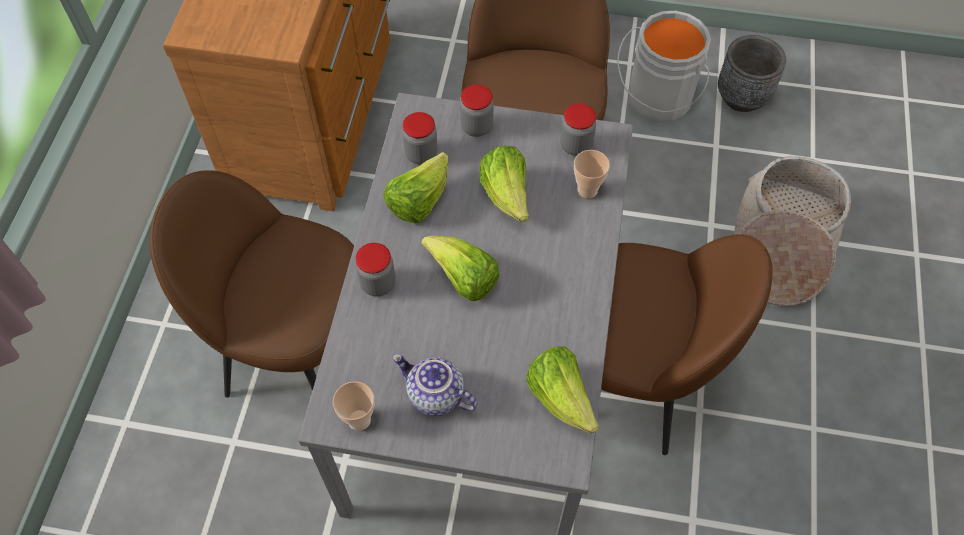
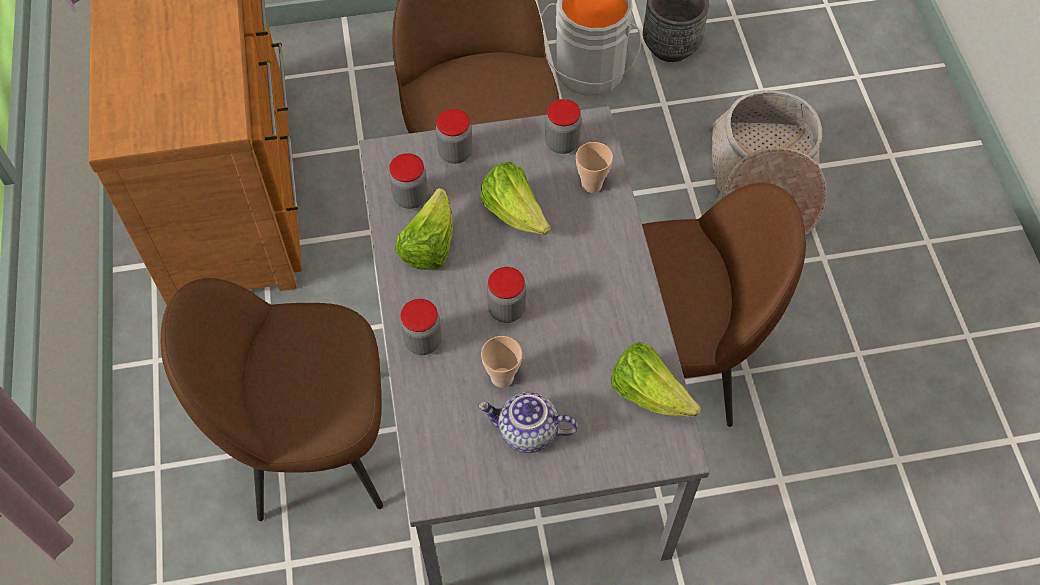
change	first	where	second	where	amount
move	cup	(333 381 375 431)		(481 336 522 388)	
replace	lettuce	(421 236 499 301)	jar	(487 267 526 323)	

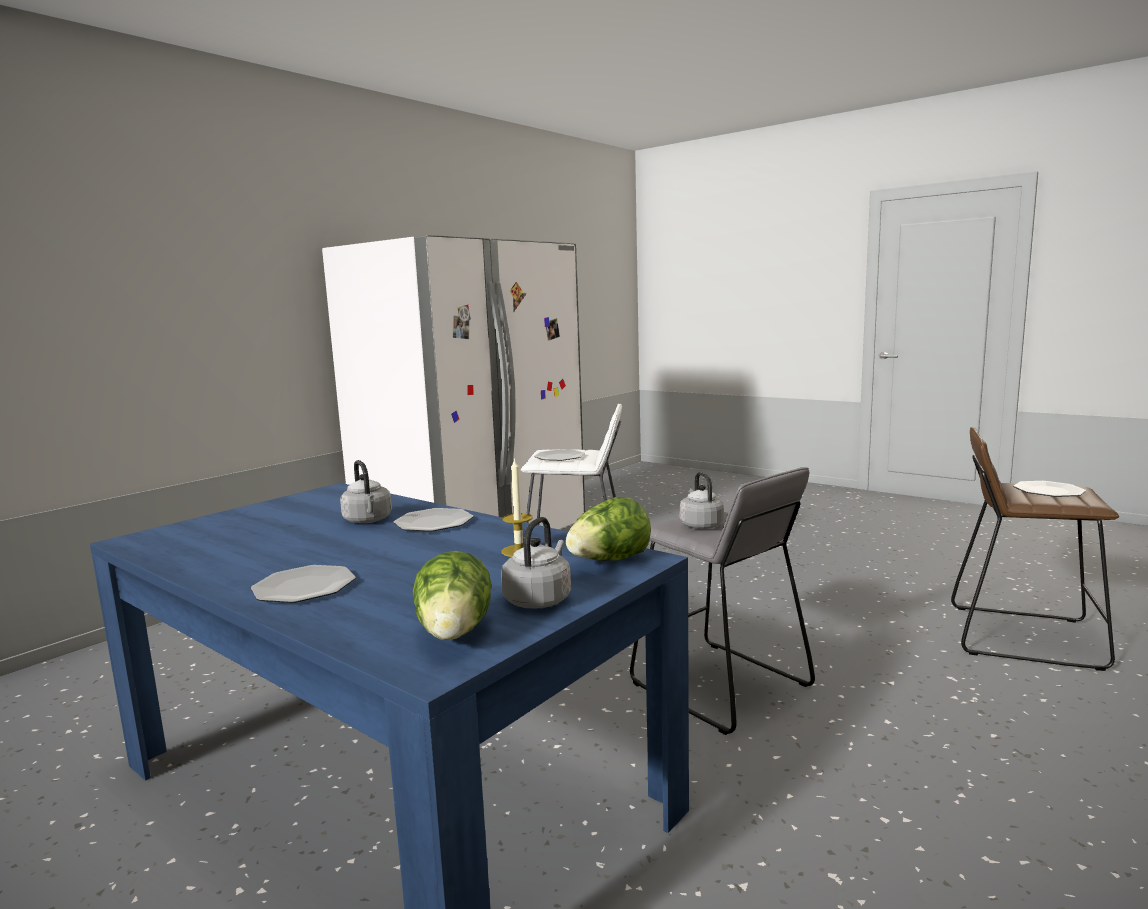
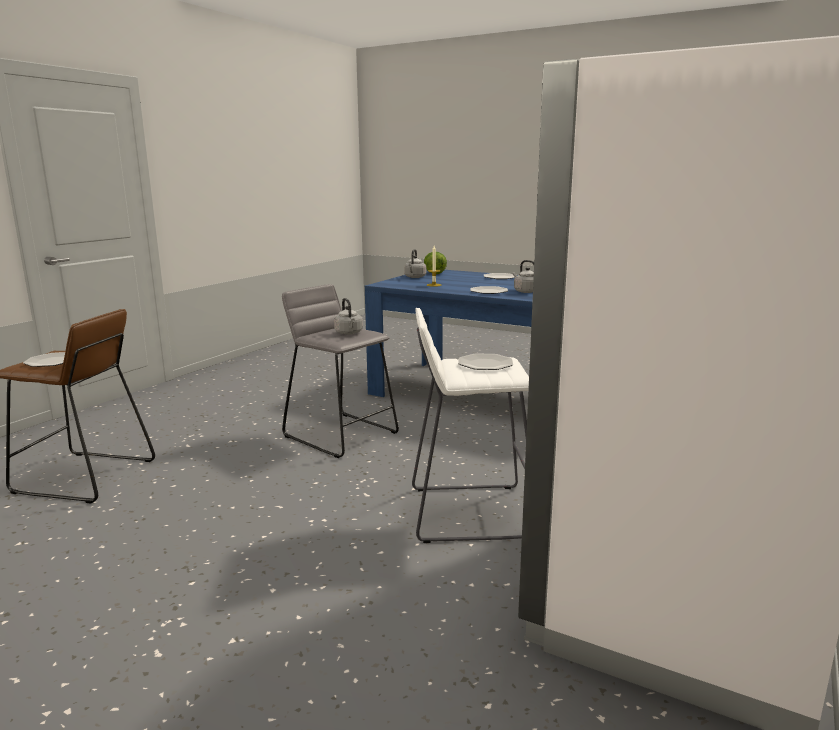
change	first	where	second	where	amount
delete	lettuce	(566 497 651 561)			

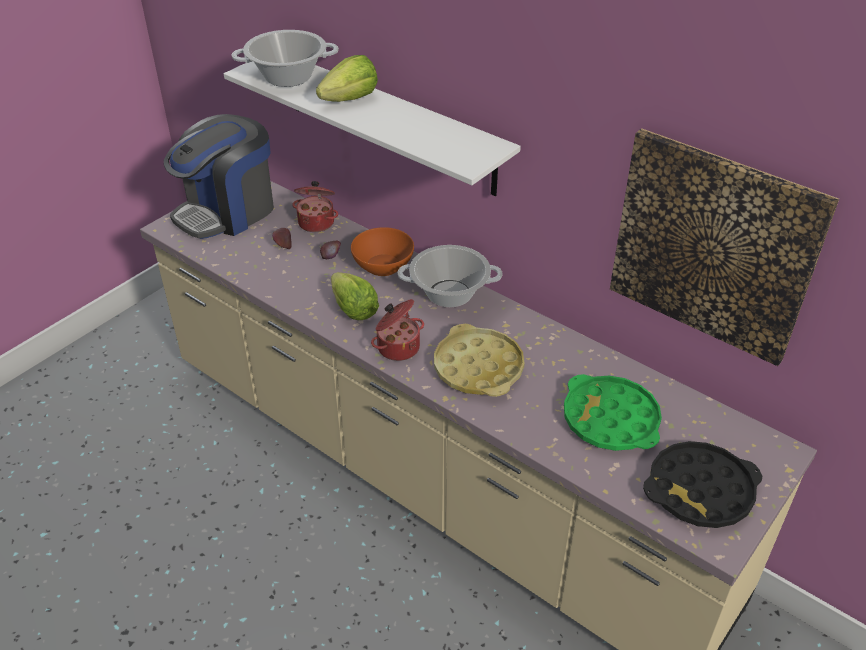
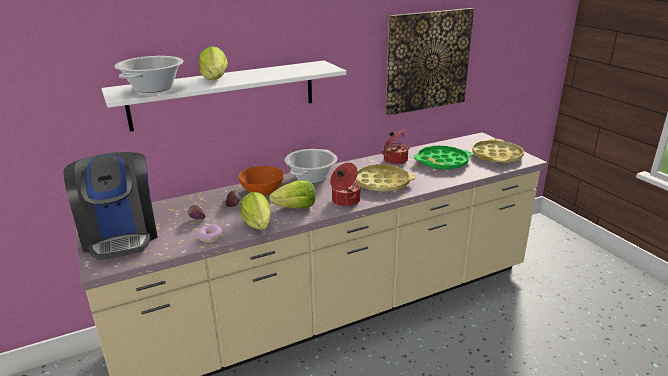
change	first	where	second	where	amount
insert			donut	(197 224 223 243)	
insert			lettuce	(241 192 270 230)	
move	cooking pot	(292 181 338 232)		(381 130 410 165)	
recolor	tray (black)	(643 441 762 528)	tray (yellow)	(472 139 524 164)	

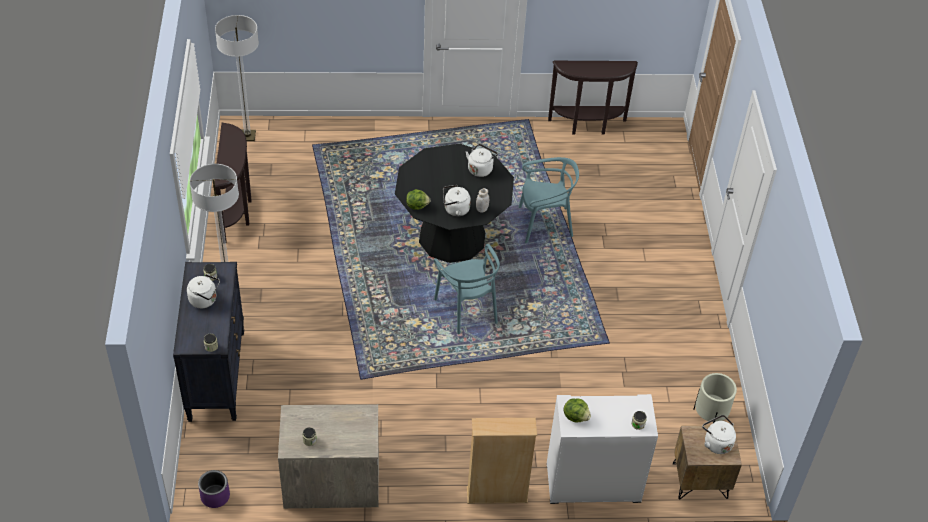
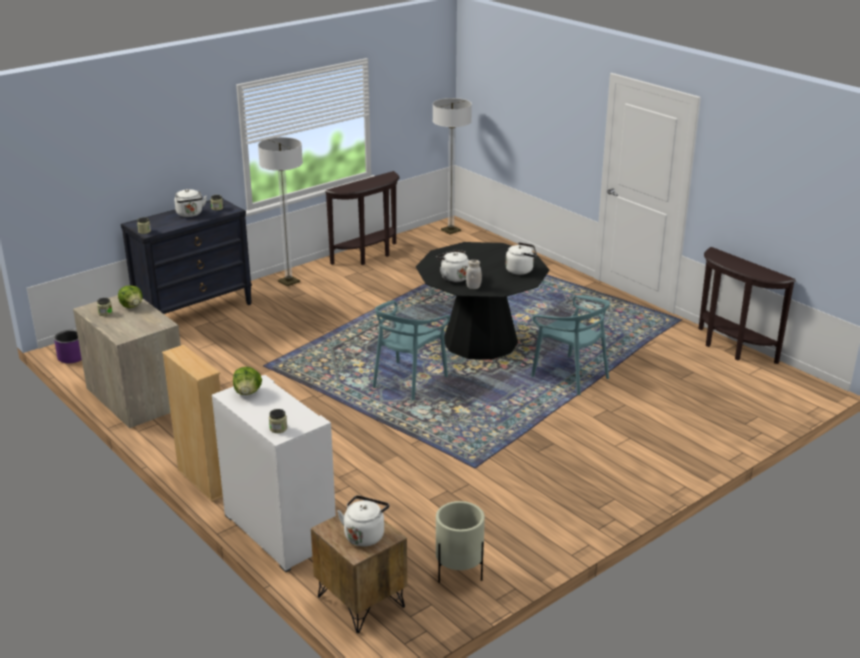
change	first	where	second	where	amount
move	lettuce	(406 189 431 210)		(118 285 143 308)	

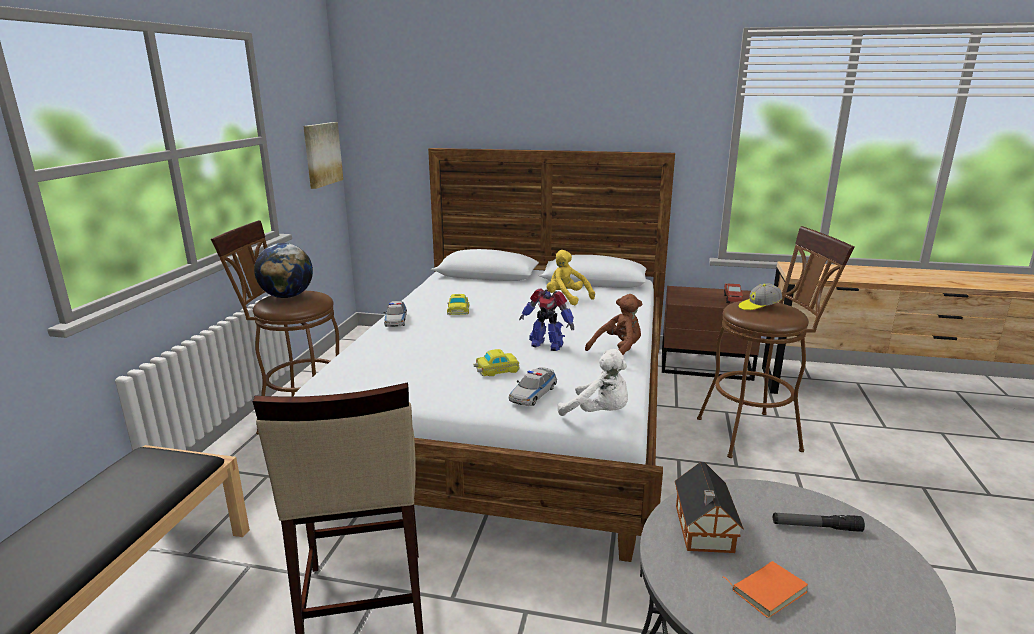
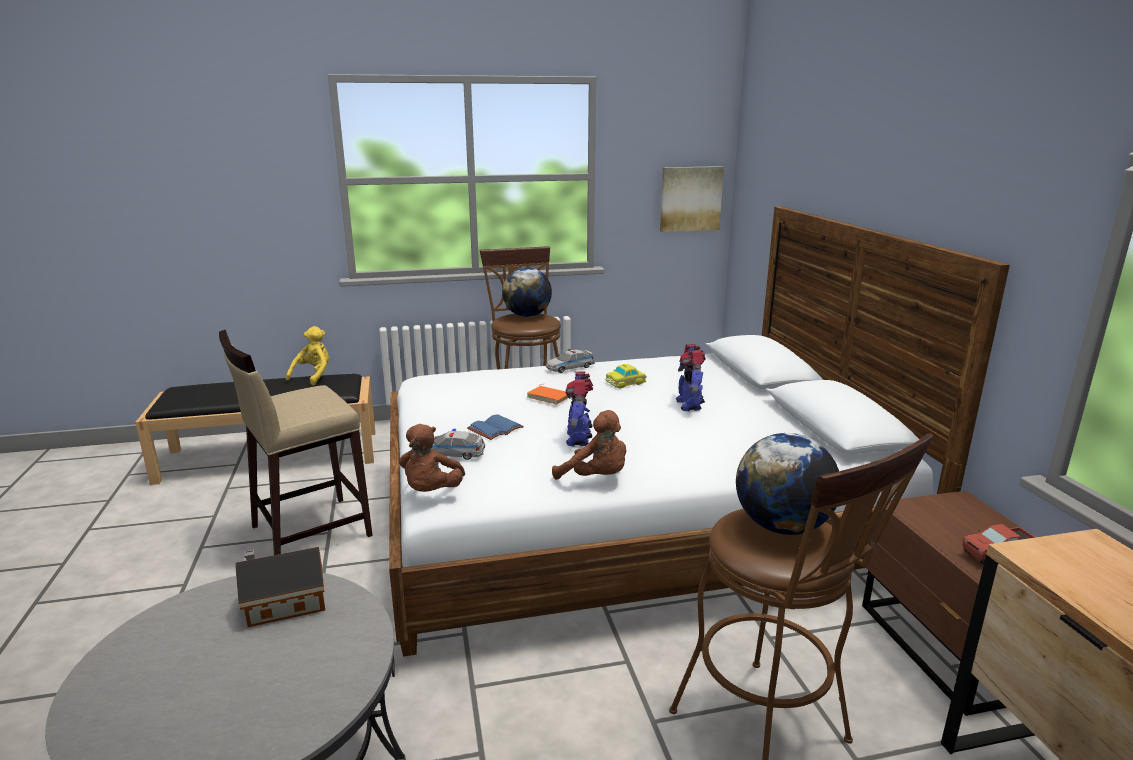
change	first	where	second	where	amount
move	plush toy (yellow)	(547 250 595 305)		(286 326 329 385)	
recolor	plush toy (white)	(558 349 628 416)	plush toy (brown)	(399 424 465 492)	
replace	toy car	(473 349 520 376)	book (blue)	(467 414 524 440)	
move	book (orange)	(723 561 808 618)		(527 384 568 405)	
insert			toy robot	(676 344 706 411)	
replace	cap	(739 283 782 310)	globe	(736 433 839 535)	
delete	flashlight	(773 513 865 532)			

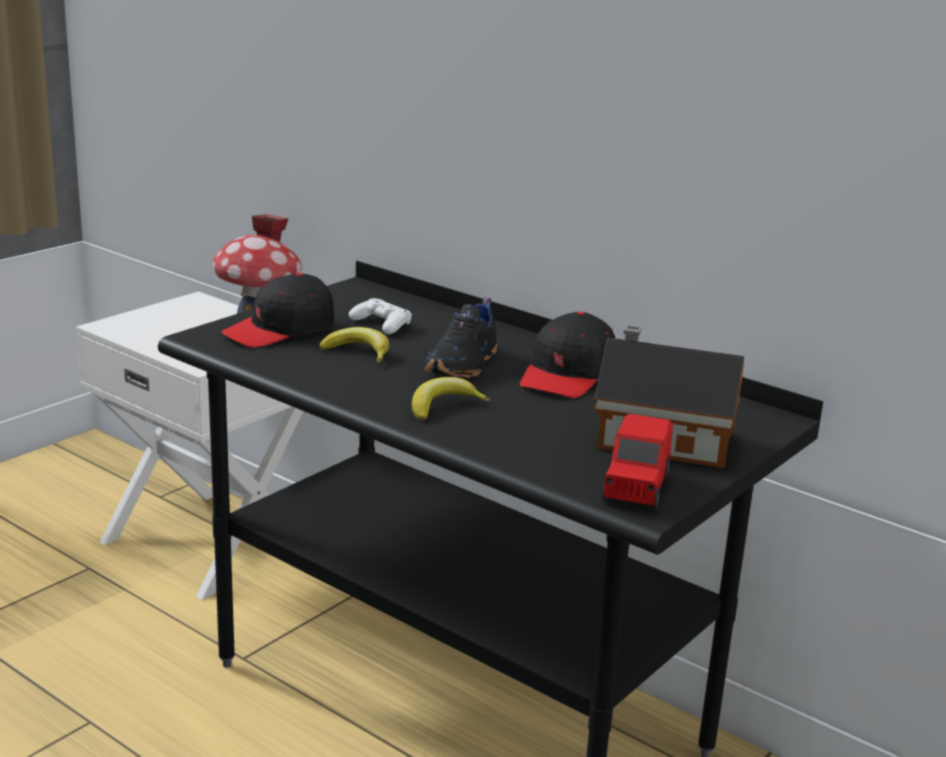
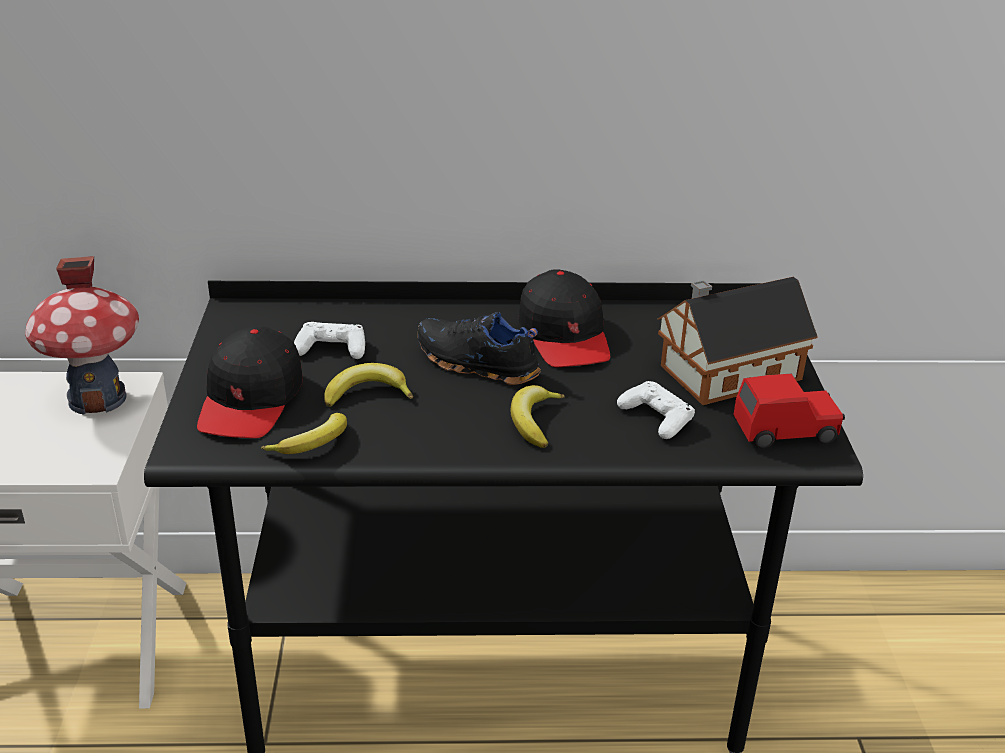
change	first	where	second	where	amount
insert			banana	(261 413 347 454)	
rotate	shoe (black)	(425 297 497 378)		(418 312 541 385)	135 degrees clockwise
insert			game controller (white)	(617 381 695 439)	
rotate	toy car (red)	(602 414 673 509)		(733 374 845 449)	75 degrees counterclockwise

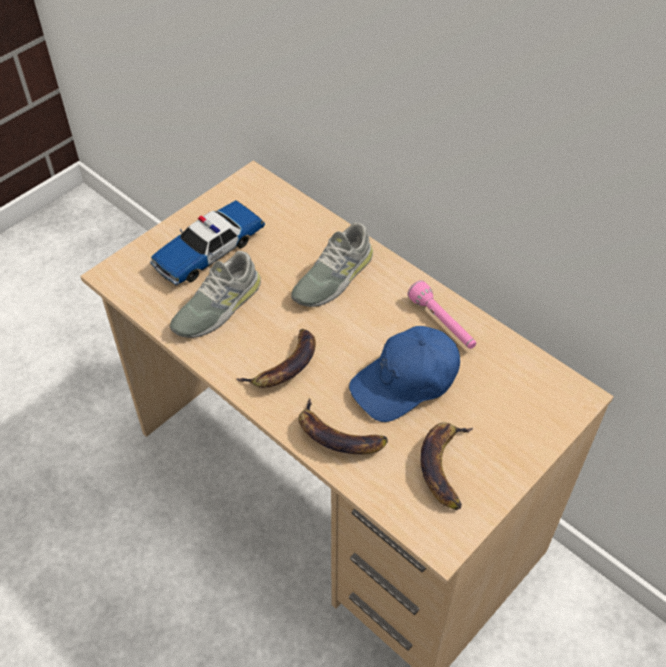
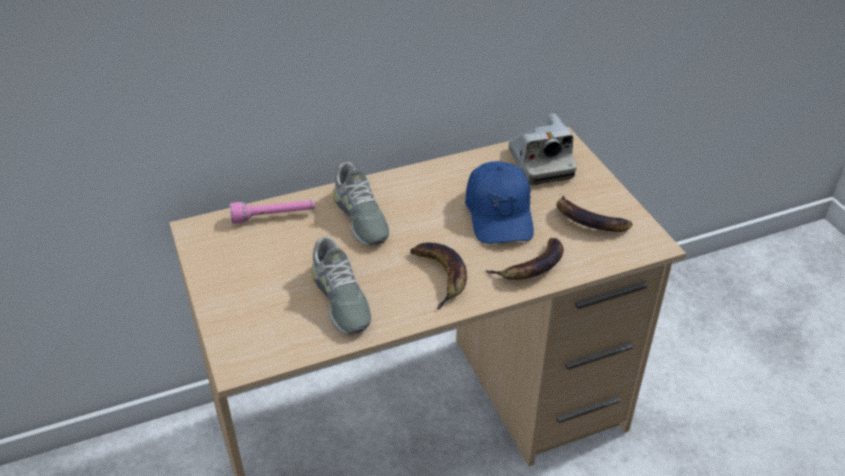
change	first	where	second	where	amount
move	flashlight (pink)	(407 280 476 349)		(230 200 315 224)	
insert			photo camera	(509 113 577 185)	
delete	toy car	(150 200 265 286)			

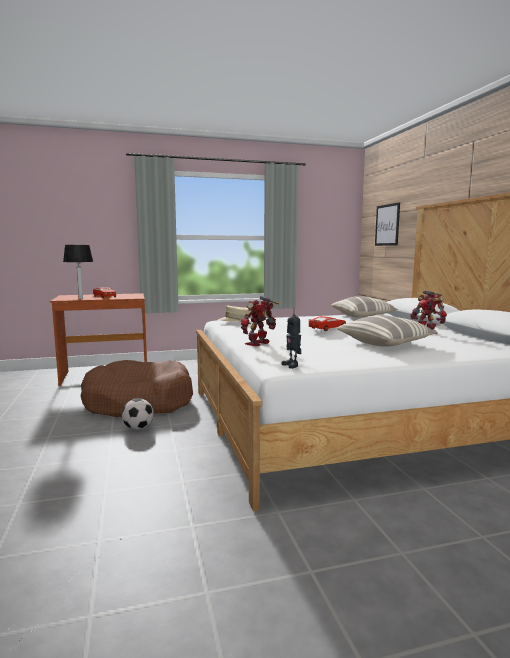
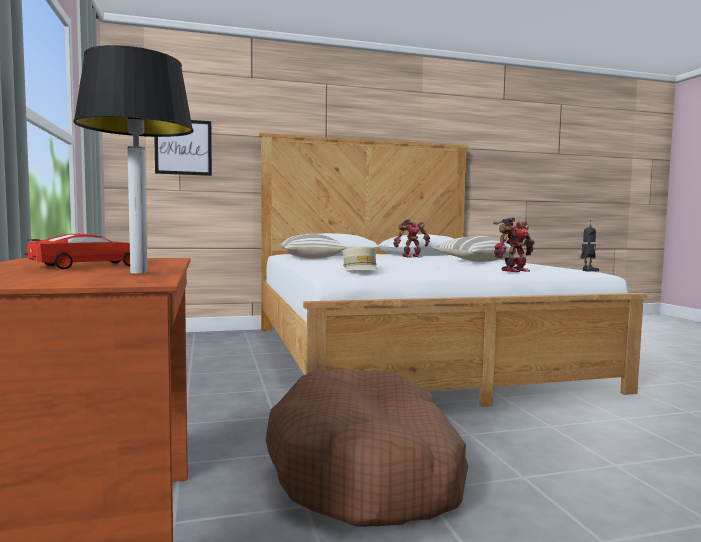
change	first	where	second	where	amount
rotate	toy robot	(240 296 279 346)		(493 217 535 272)	75 degrees counterclockwise
delete	football	(122 398 154 430)			
delete	toy car (red)	(309 316 346 331)			

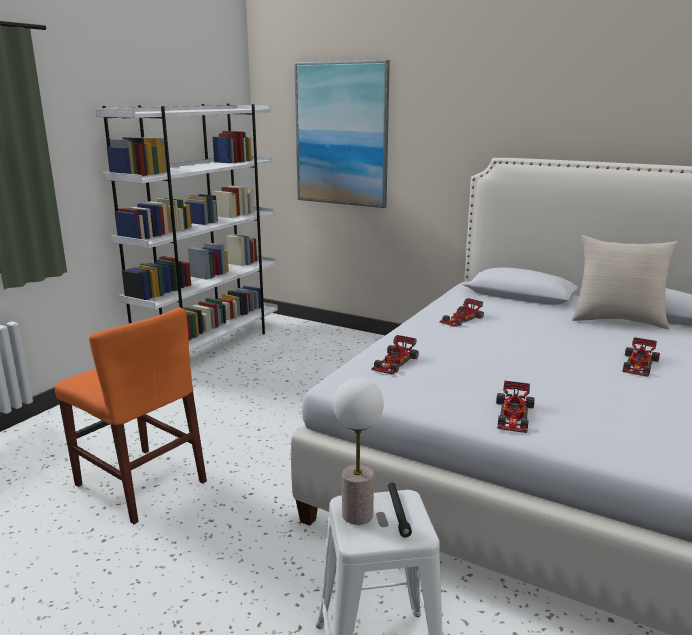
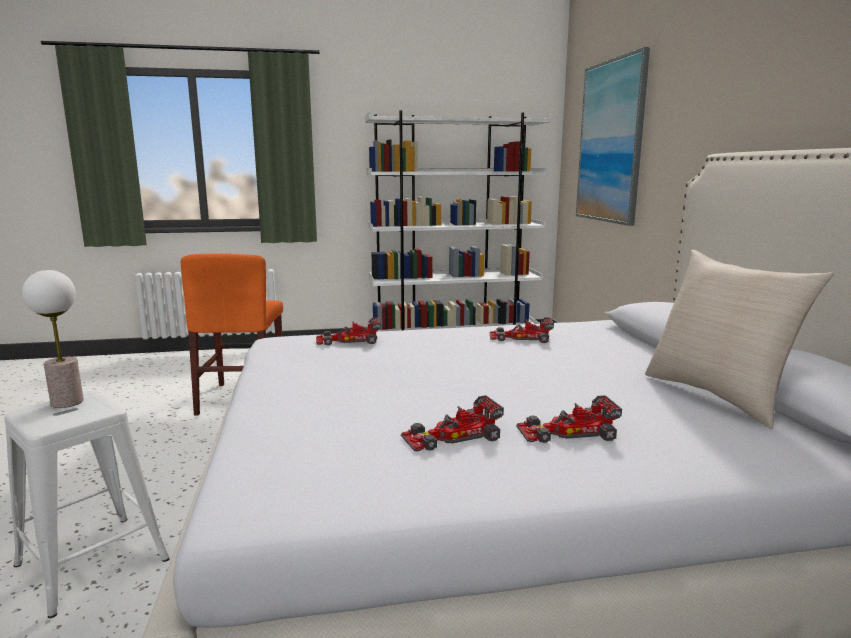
change	first	where	second	where	amount
move	toy car	(496 381 535 433)		(401 395 504 451)	
delete	flashlight (black)	(388 483 412 537)			

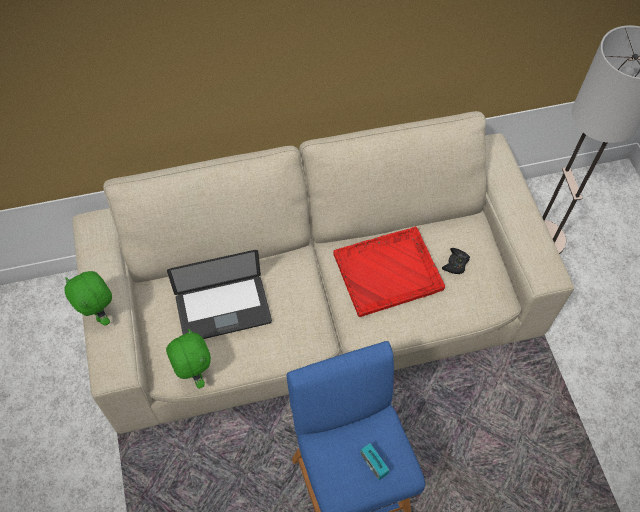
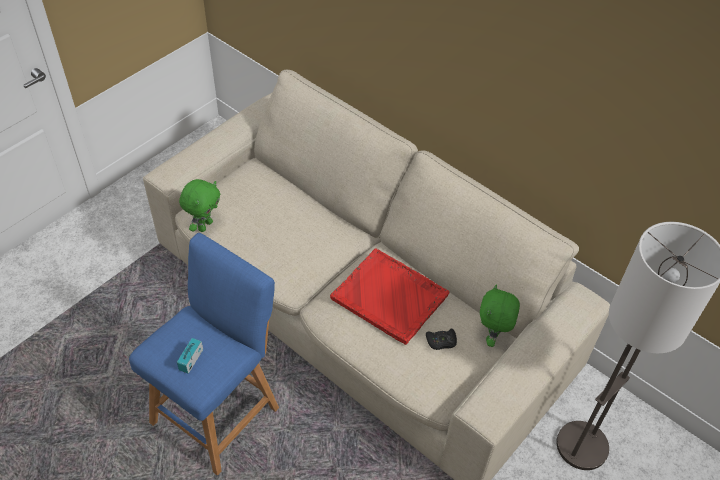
change	first	where	second	where	amount
move	plush toy (green)	(64 271 112 326)		(480 284 520 347)	
delete	laptop	(167 250 272 339)			

